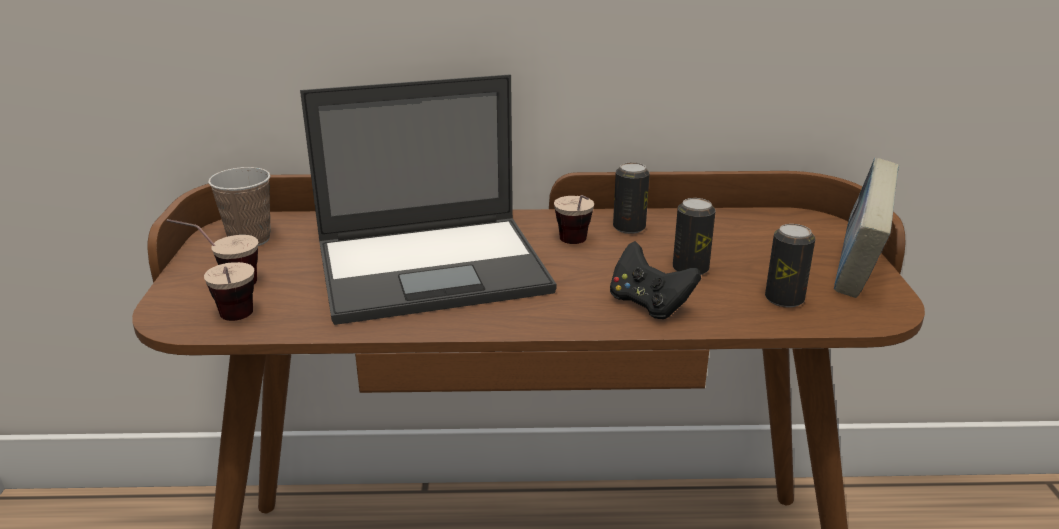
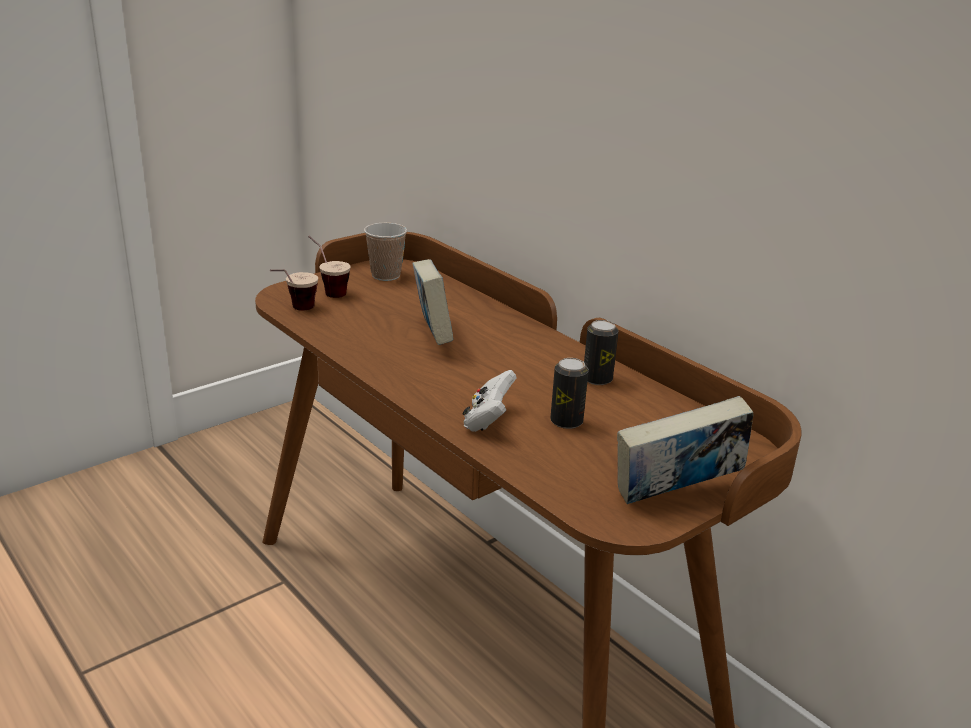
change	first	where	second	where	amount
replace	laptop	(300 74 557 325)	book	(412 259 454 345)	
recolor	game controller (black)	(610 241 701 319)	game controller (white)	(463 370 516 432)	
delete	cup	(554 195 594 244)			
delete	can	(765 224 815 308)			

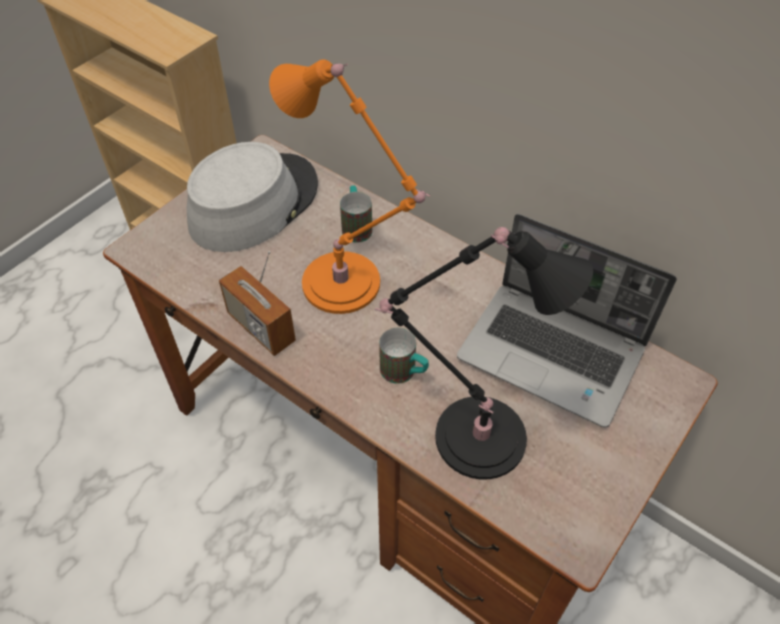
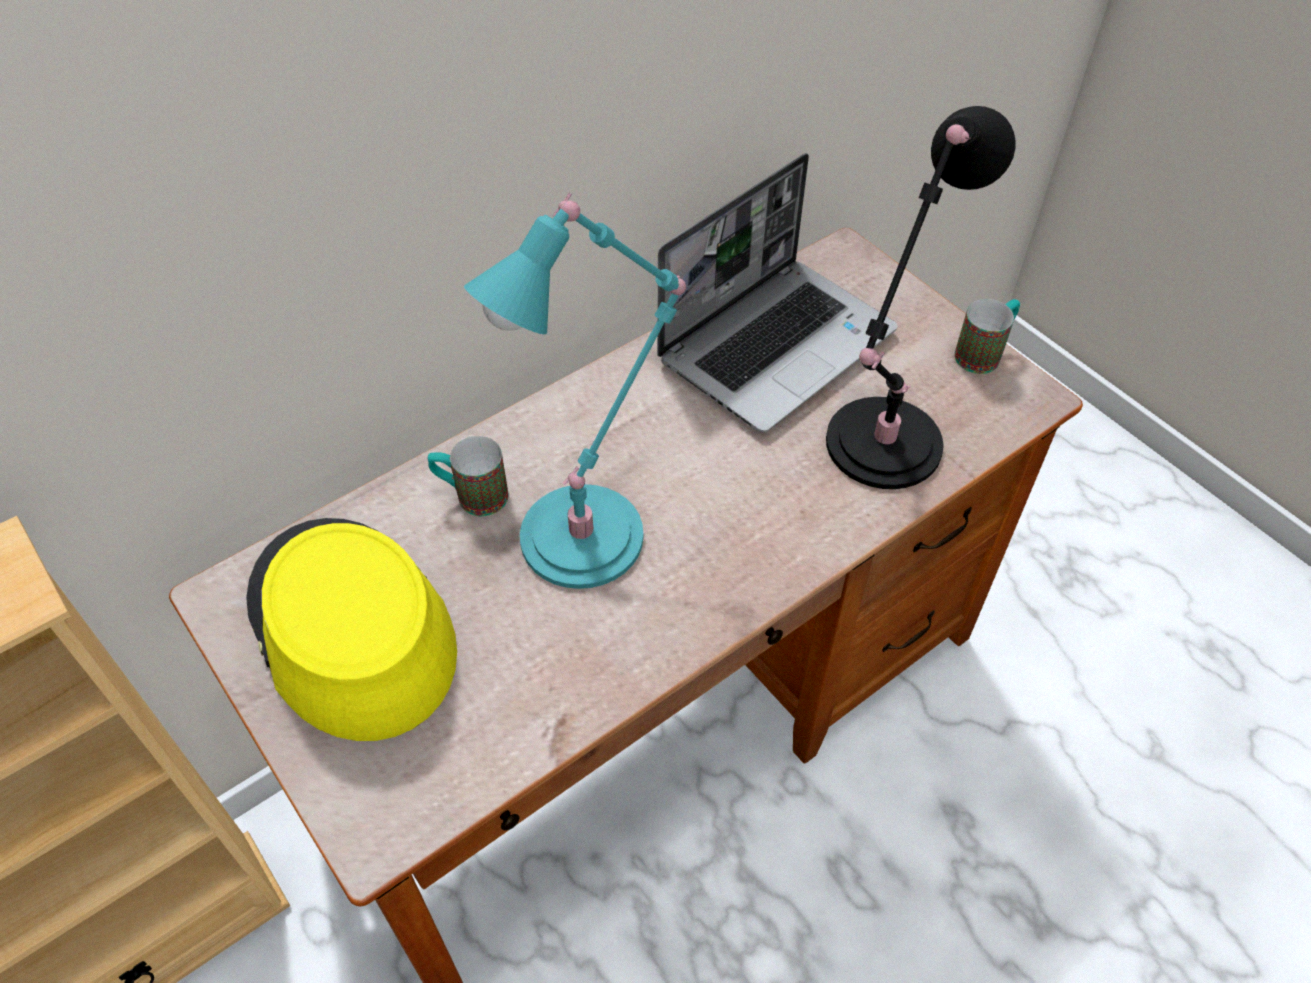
change	first	where	second	where	amount
recolor	hat (grey)	(187 142 318 252)	hat (yellow)	(246 518 457 741)	
recolor	table lamp (orange)	(269 59 431 314)	table lamp (turquoise)	(464 193 686 589)	
move	mug	(379 328 429 384)		(954 299 1020 374)	
delete	radio	(219 251 296 356)			

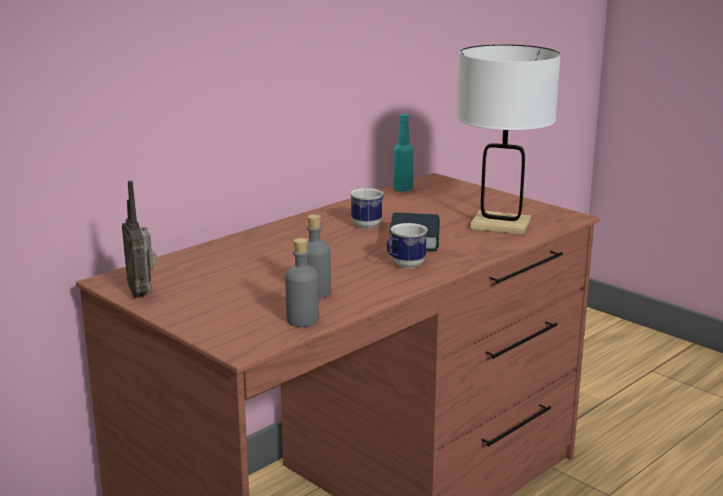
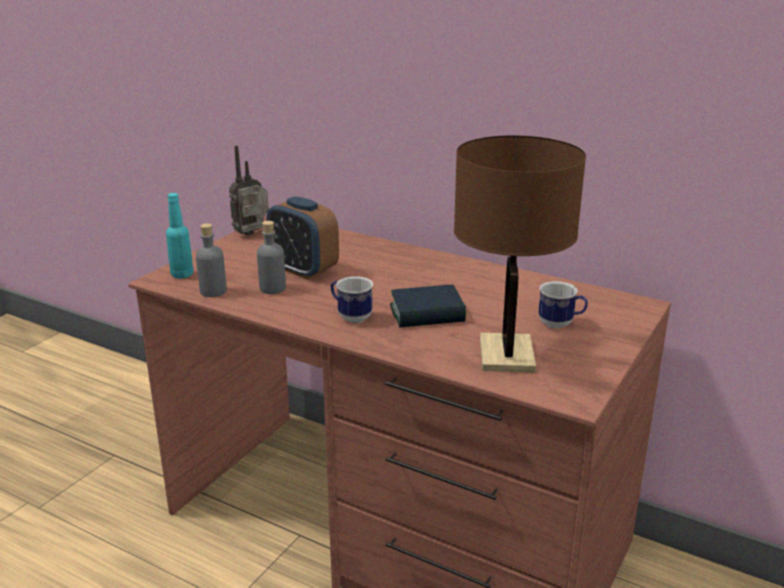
change	first	where	second	where	amount
move	bottle (turquoise)	(393 114 413 192)		(166 193 193 279)	
insert			alarm clock	(266 196 339 280)	
recolor	table lamp (white)	(457 44 561 235)	table lamp (brown)	(454 135 586 373)	
move	mug	(350 188 383 228)		(538 281 588 329)	

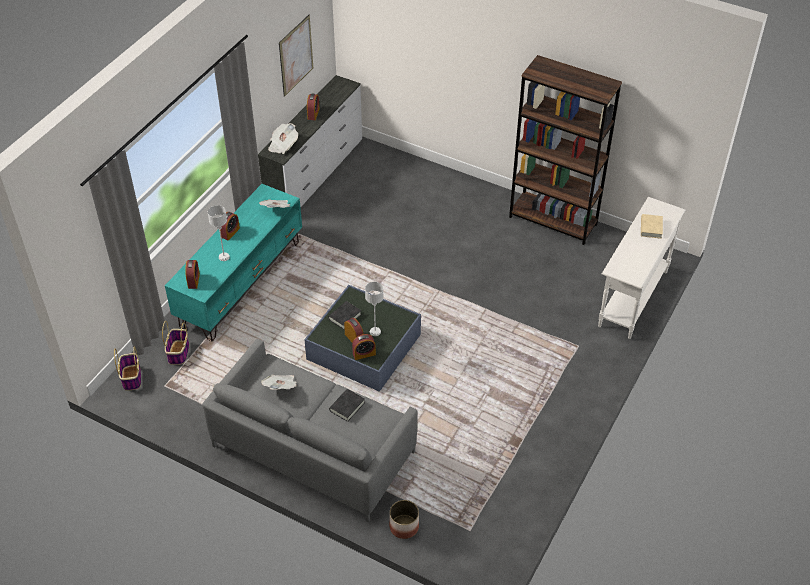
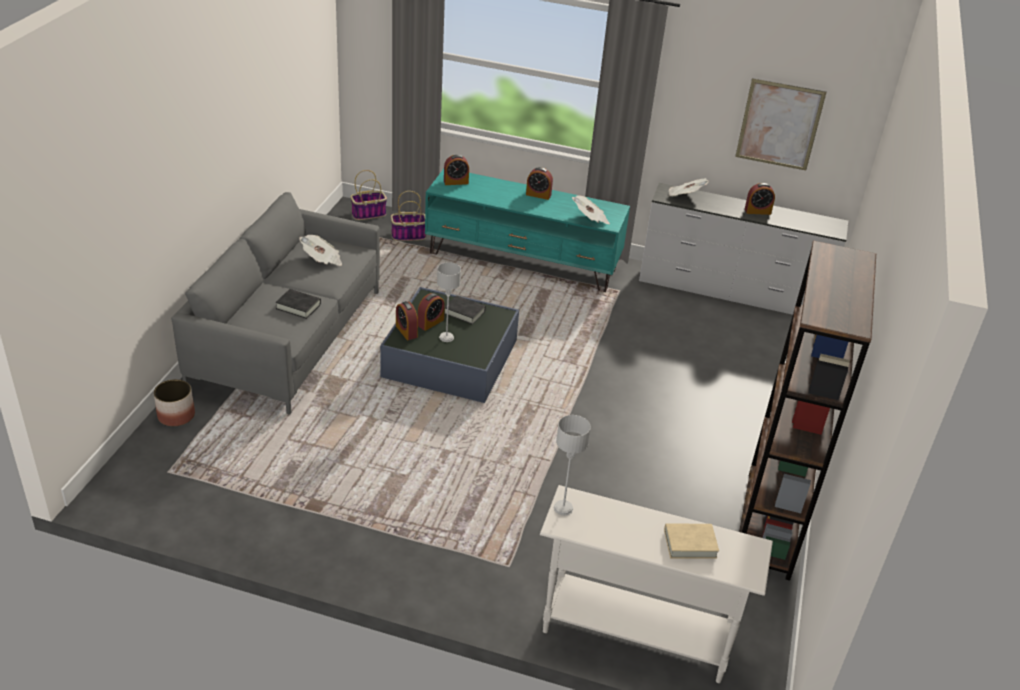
change	first	where	second	where	amount
move	table lamp (grey)	(208 205 230 261)		(554 415 591 516)	

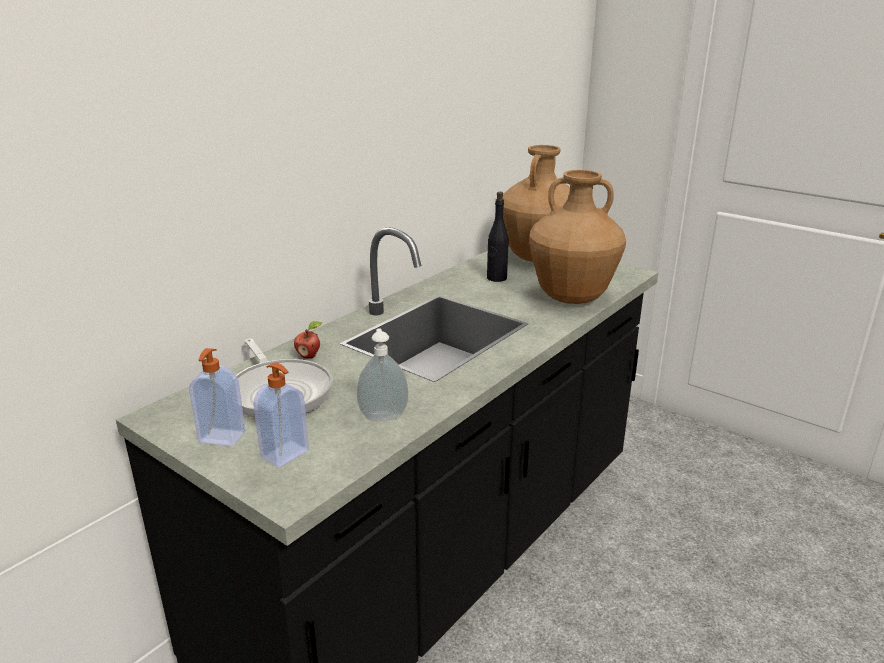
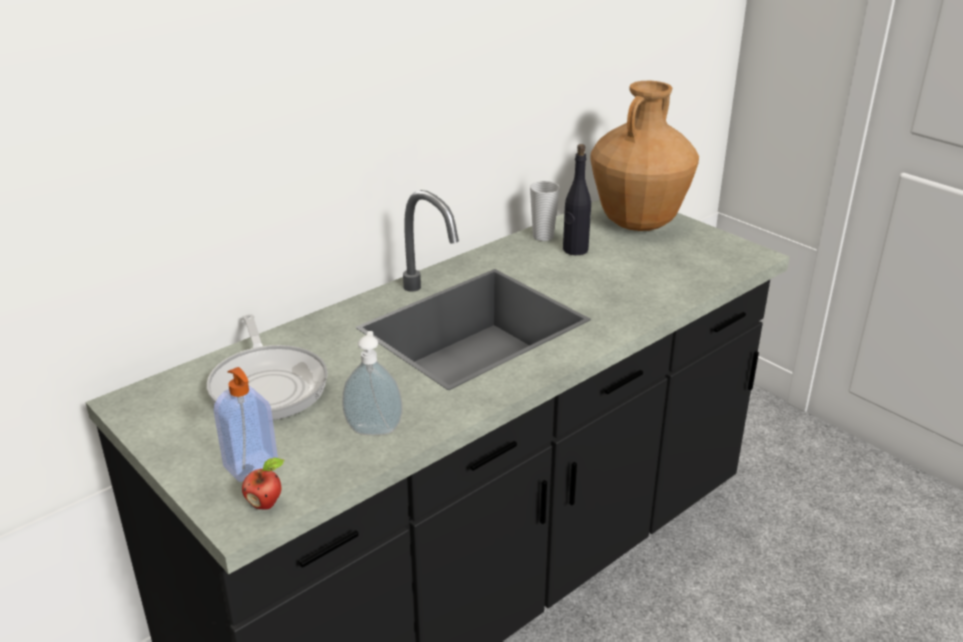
change	first	where	second	where	amount
move	apple	(294 321 322 358)		(242 457 284 510)	
insert			cup	(530 181 560 241)	
delete	soap dispenser	(189 348 245 446)			
delete	vase (brown)	(529 170 626 304)			

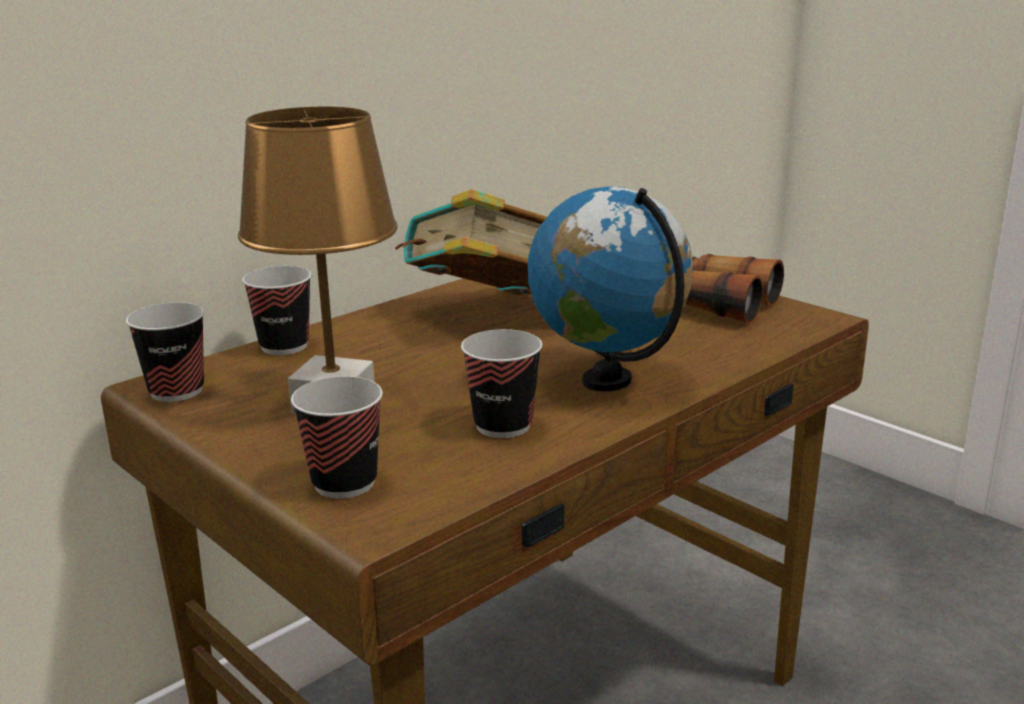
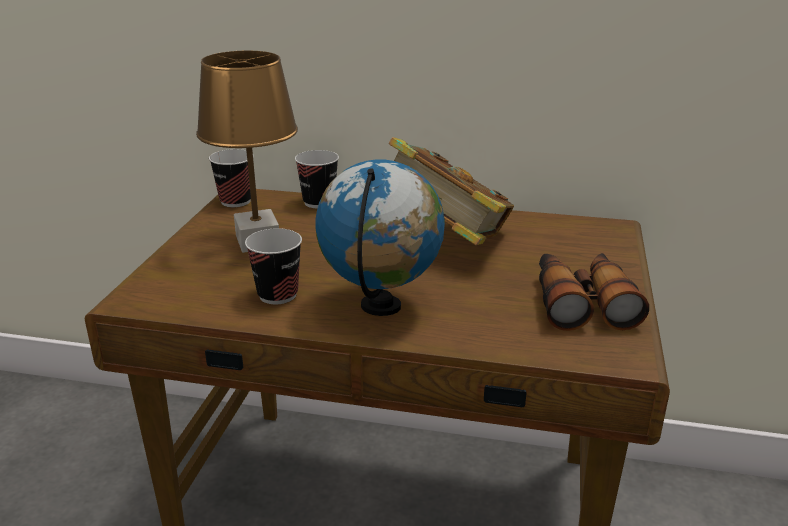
change	first	where	second	where	amount
delete	cup	(291 376 383 499)			

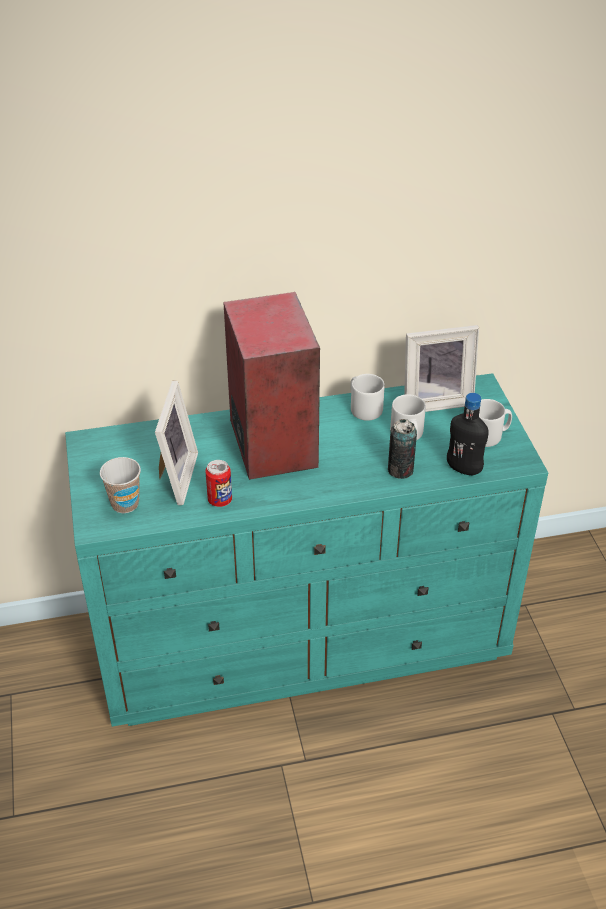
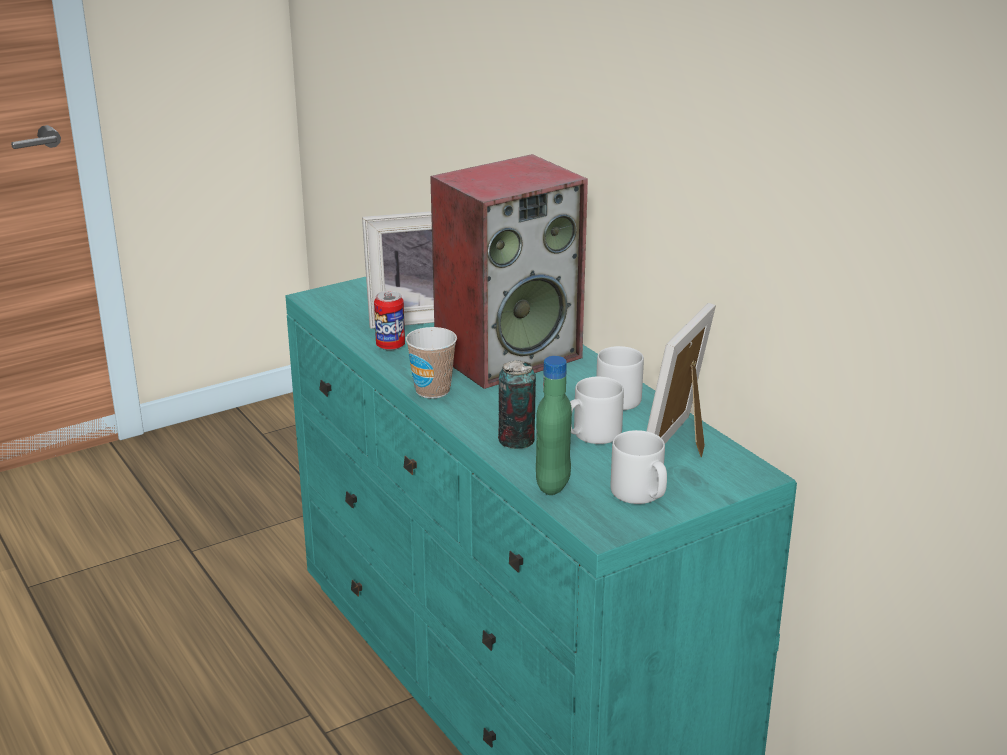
change	first	where	second	where	amount
move	cup	(100 457 141 513)		(406 327 457 399)	
recolor	bottle (black)	(447 393 489 476)	bottle (green)	(536 356 572 495)	
rotate	picture frame	(404 325 479 412)		(647 303 716 457)	60 degrees clockwise

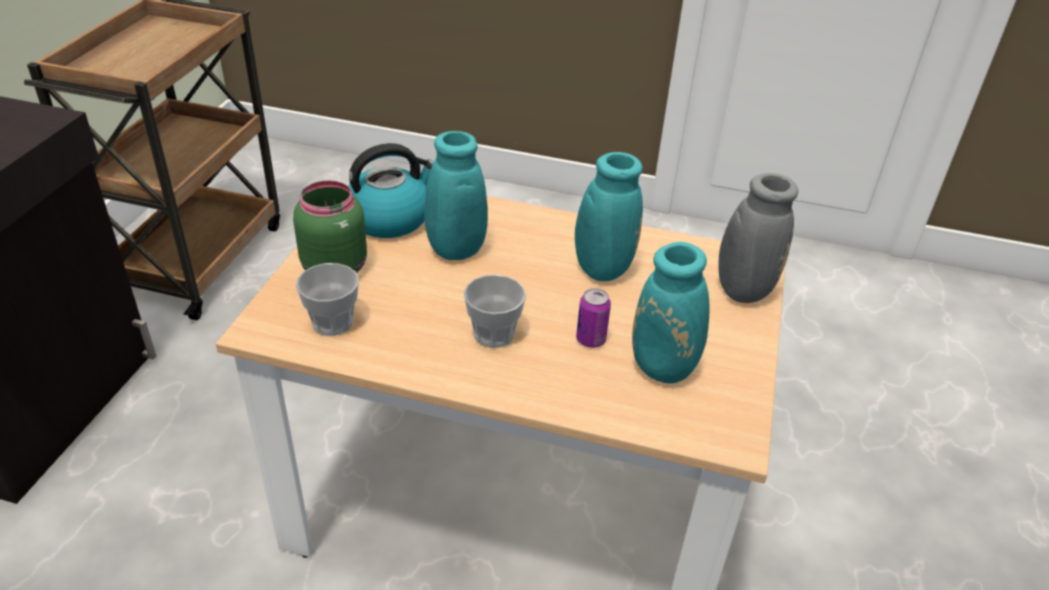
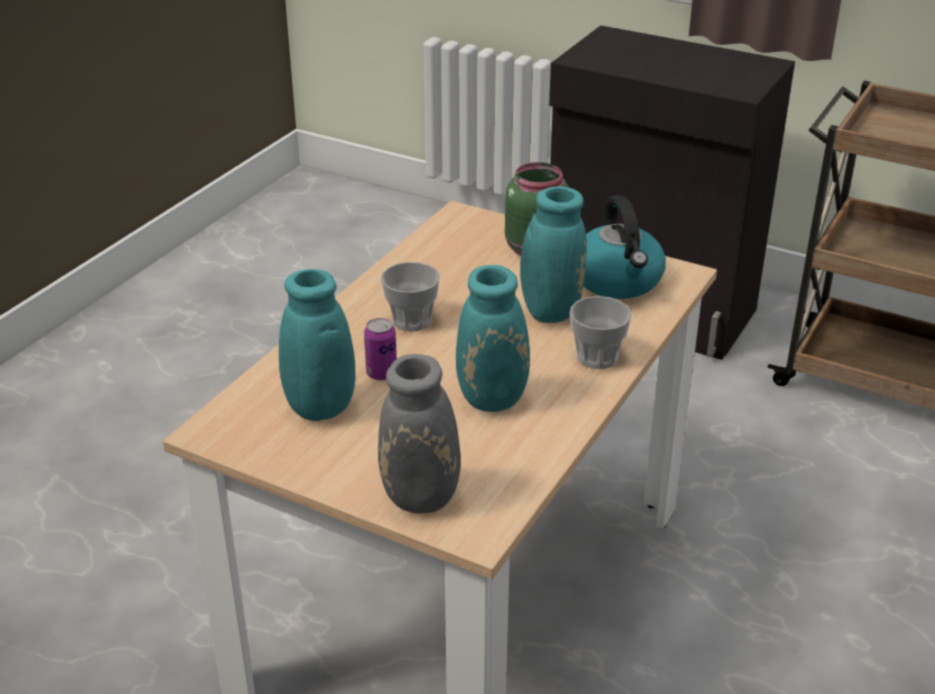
change	first	where	second	where	amount
move	cup	(296 263 359 336)		(570 296 632 369)	

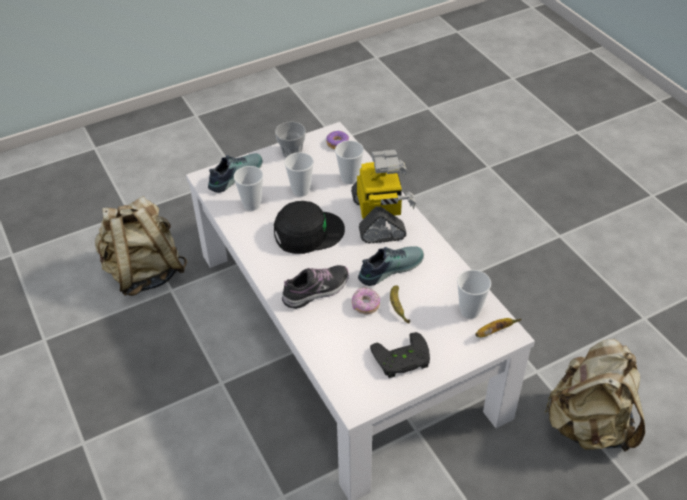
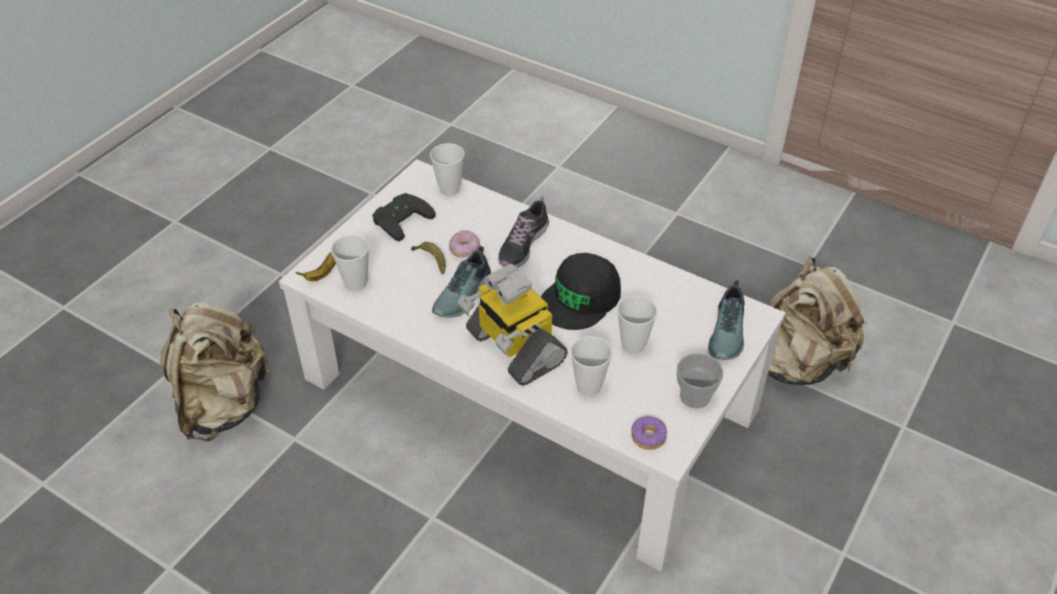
change	first	where	second	where	amount
move	cup	(234 166 263 211)		(430 143 465 196)	

